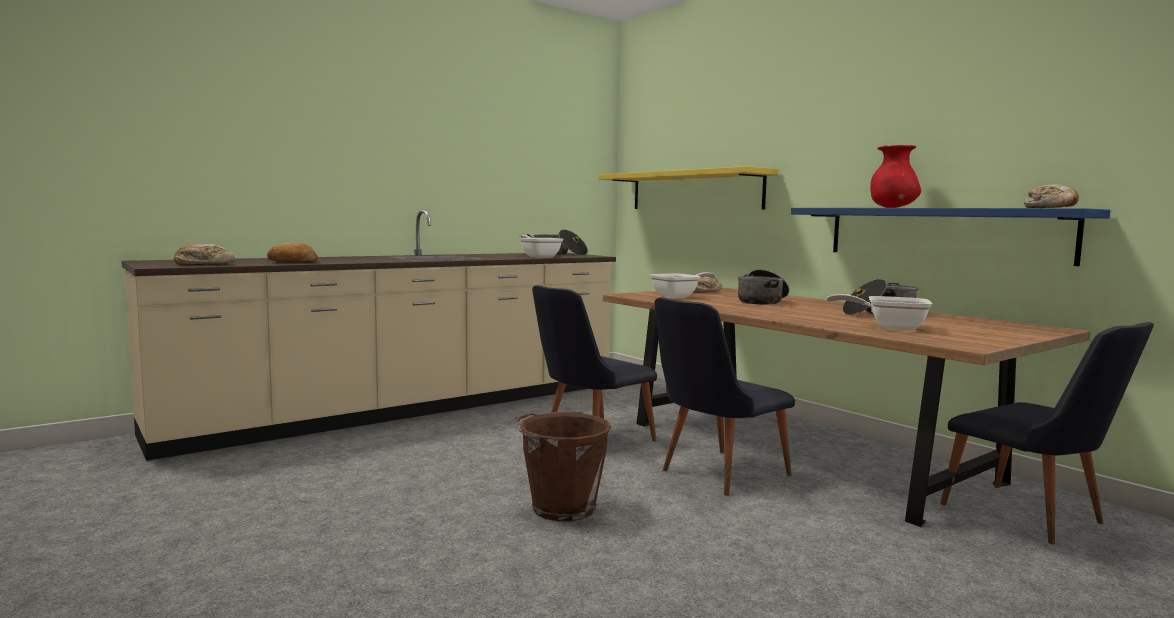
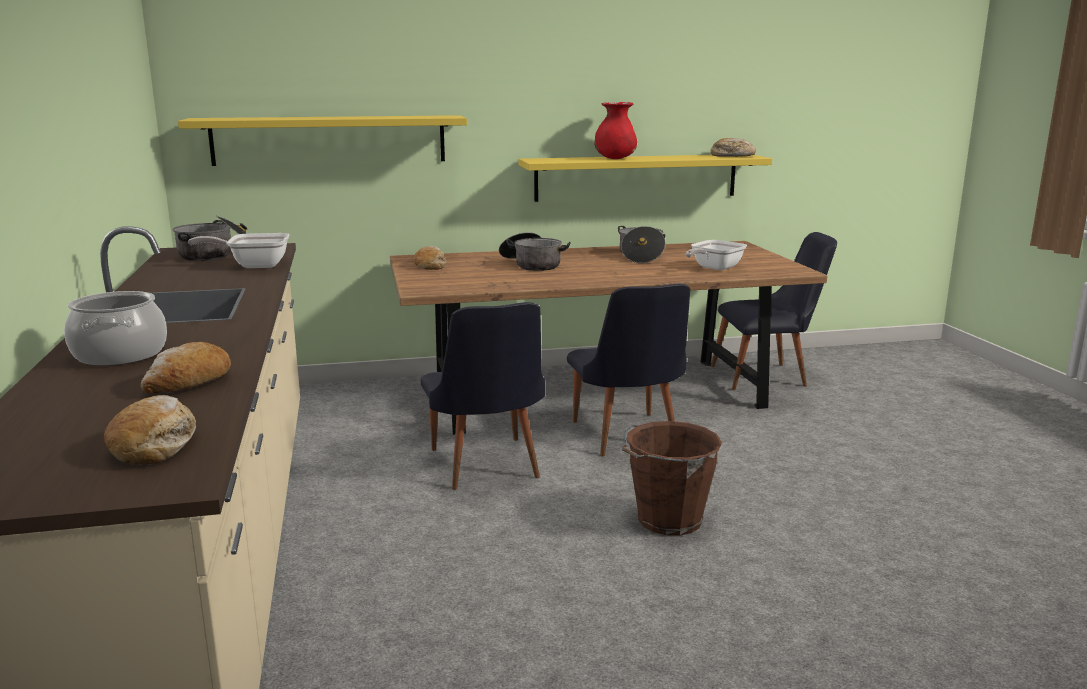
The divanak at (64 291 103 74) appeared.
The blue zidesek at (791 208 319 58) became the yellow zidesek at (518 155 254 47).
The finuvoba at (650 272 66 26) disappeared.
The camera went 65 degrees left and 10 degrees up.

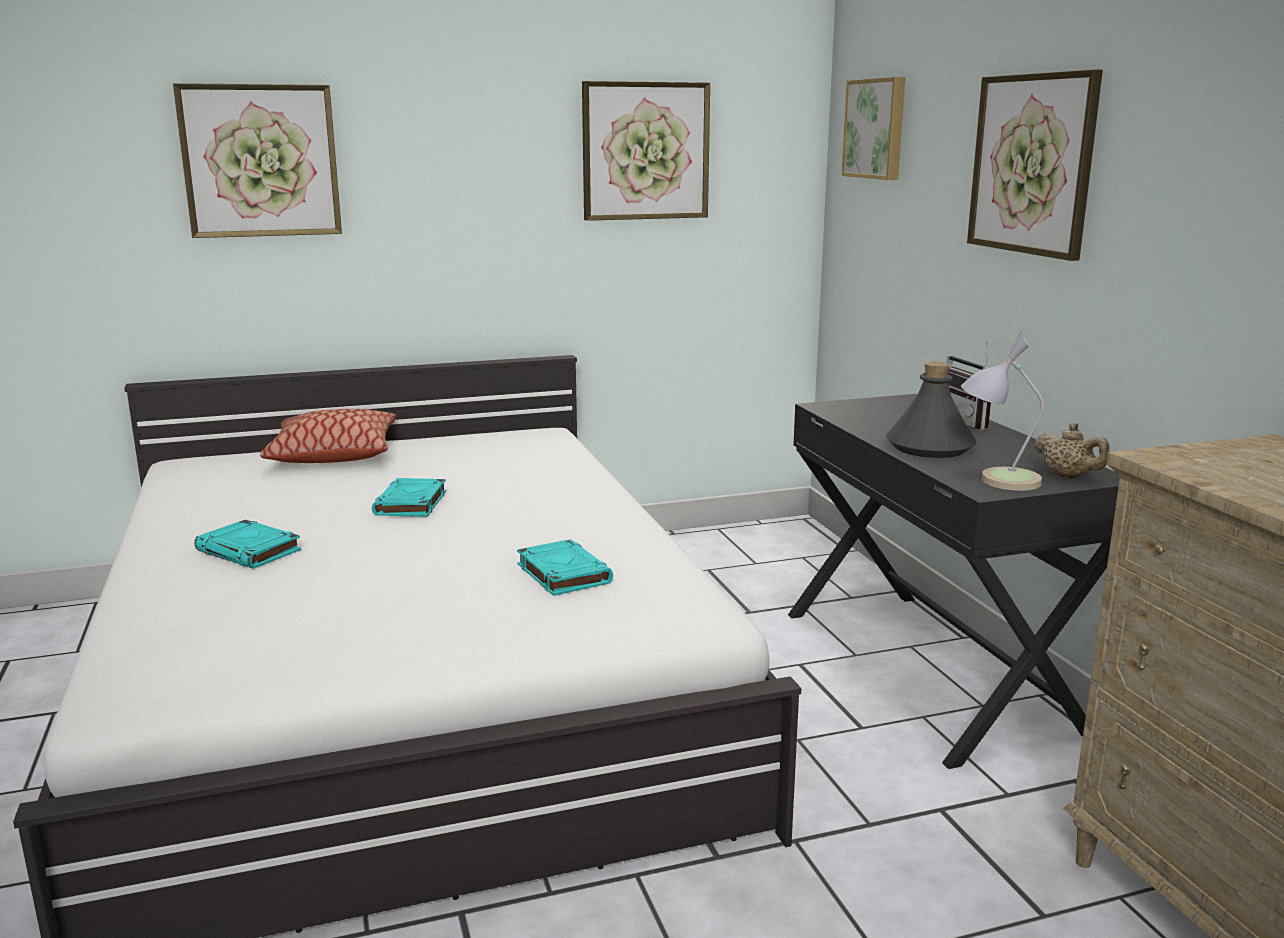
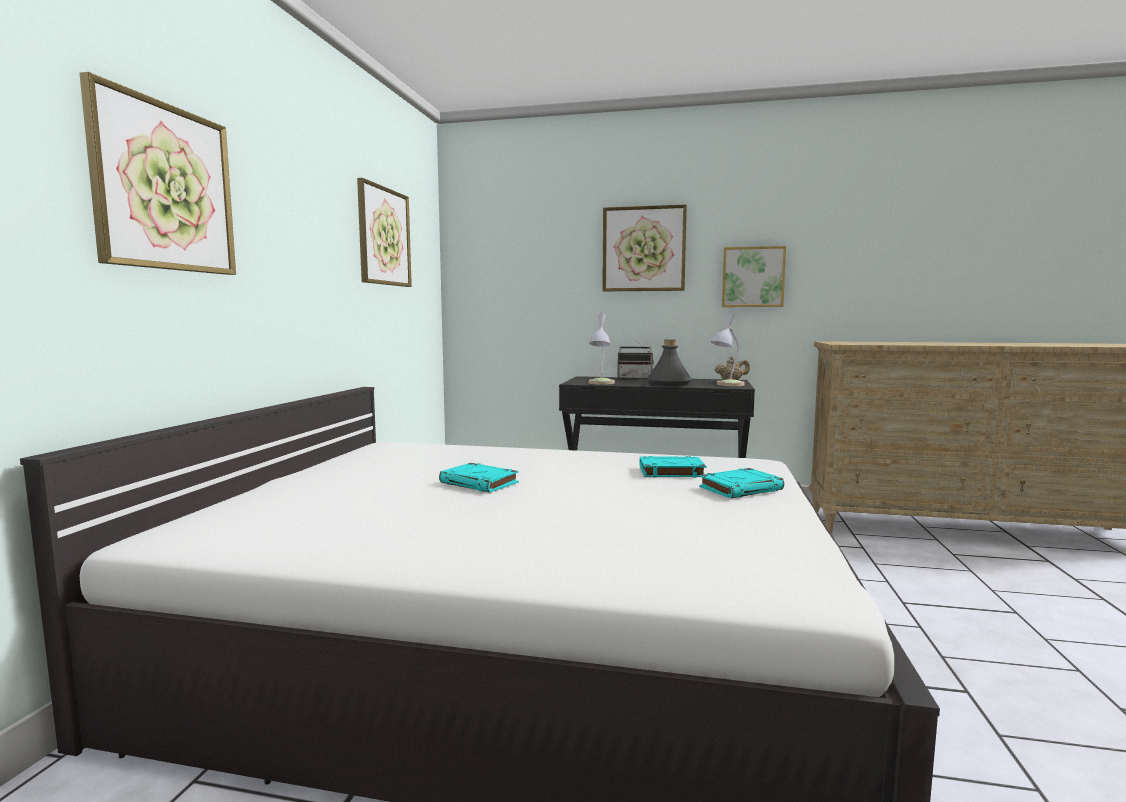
The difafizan at (588 313 27 72) appeared.
The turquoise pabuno moved from (194 519 107 50) to (699 468 85 30).
The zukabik moved from (842 77 63 103) to (722 246 64 61).
The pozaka at (260 409 136 54) disappeared.
The camera went 60 degrees left and 10 degrees down.

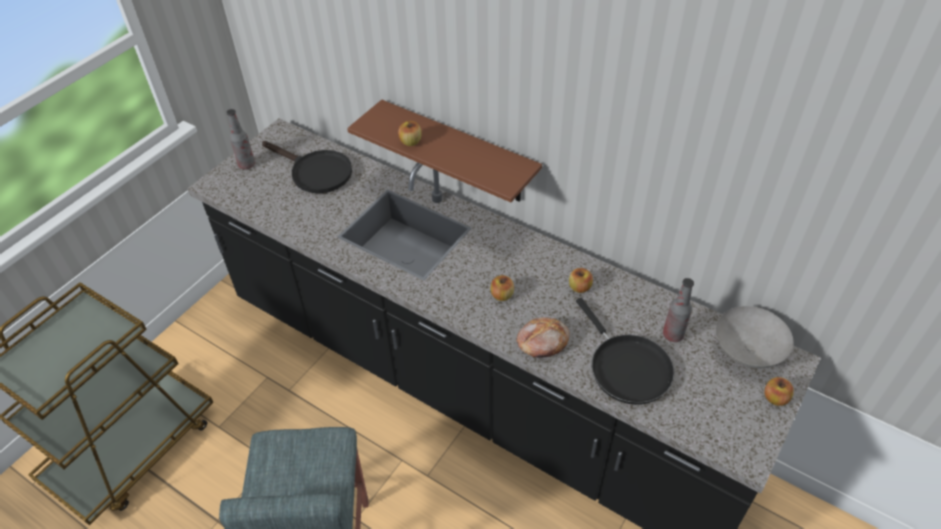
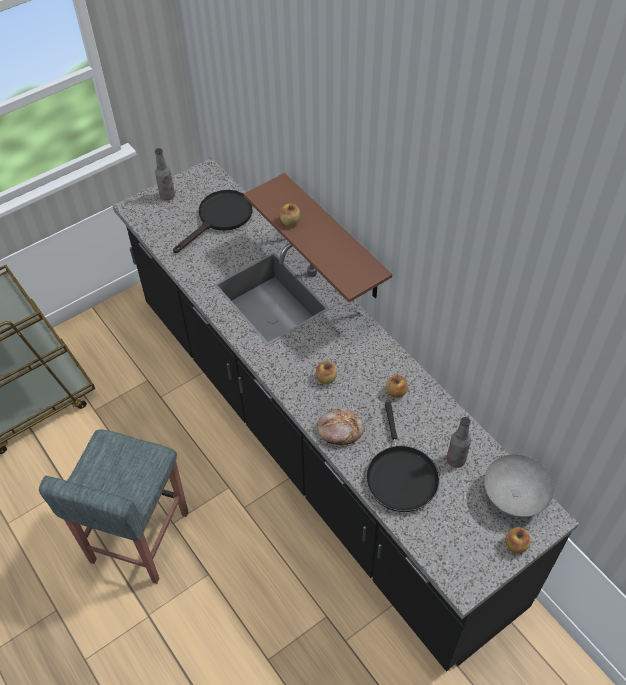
The black finuvoba at (262 141 90 52) turned 105 degrees counterclockwise.
The camera went 20 degrees right and 5 degrees up.

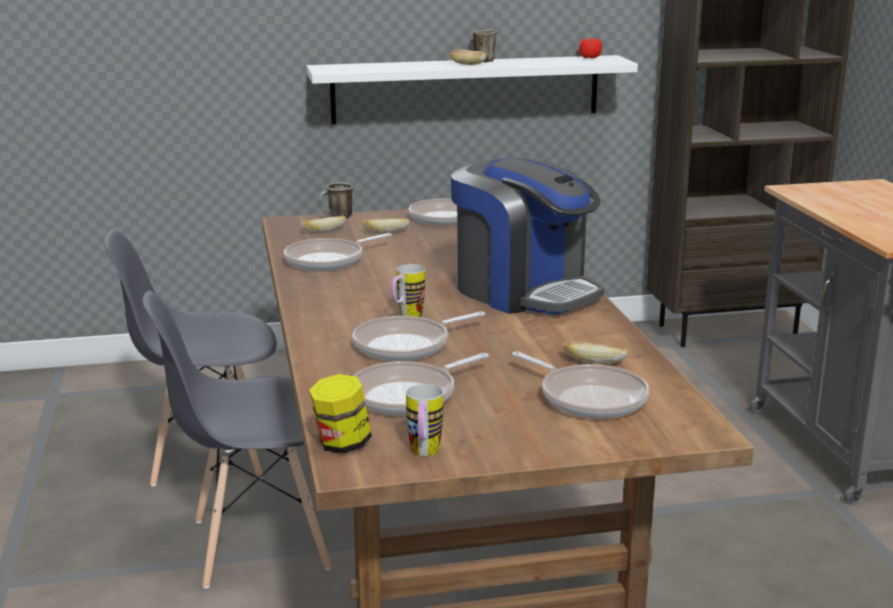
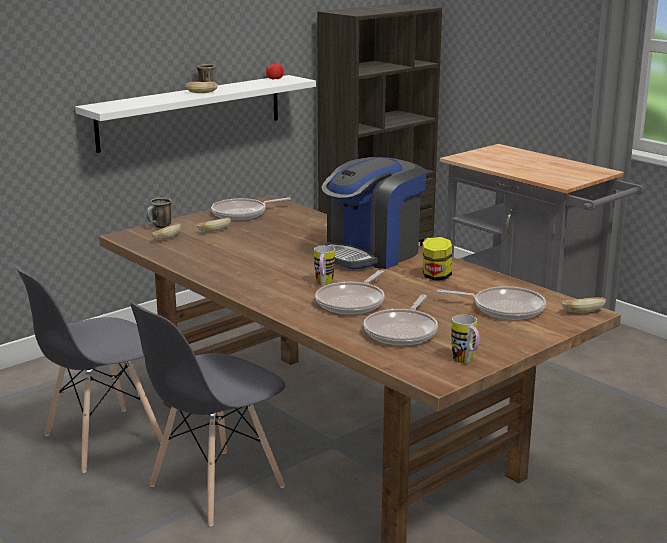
The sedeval at (451 158 154 157) turned 120 degrees clockwise.
The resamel moved from (309 374 63 80) to (423 237 29 44).
The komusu moved from (563 341 65 23) to (562 297 44 16).
The finuvoba at (284 233 107 38) disappeared.
The camera went 30 degrees left and 0 degrees up.

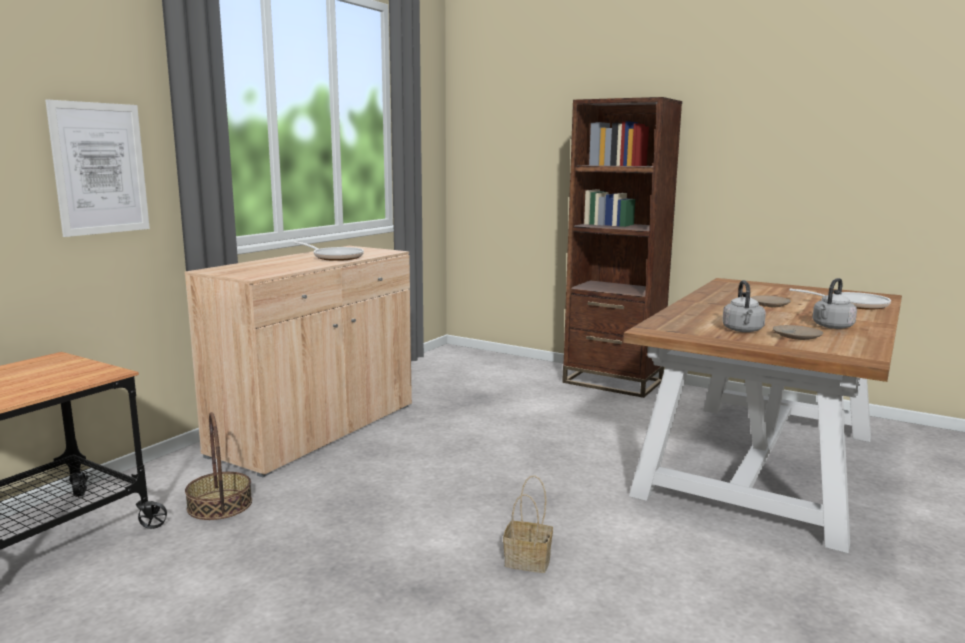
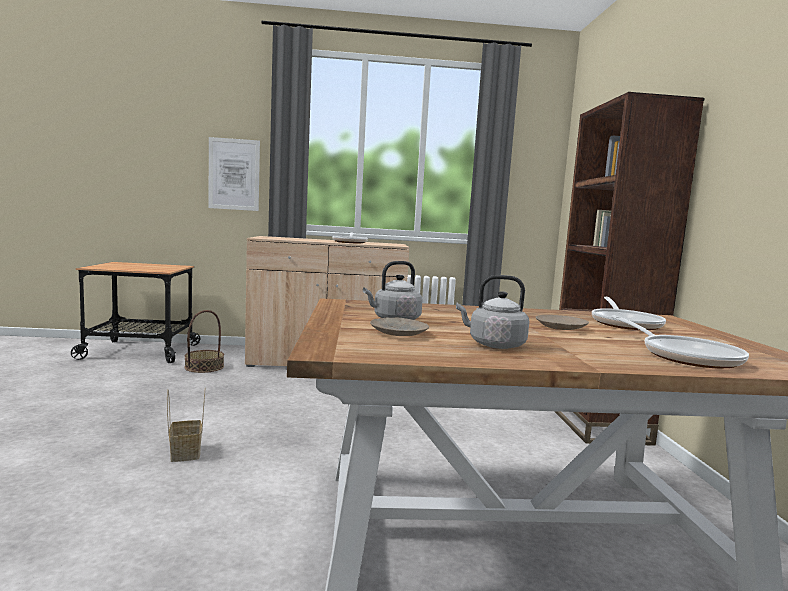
The finuvoba at (592 297 74 33) appeared.
The camera went 55 degrees right and 5 degrees down.

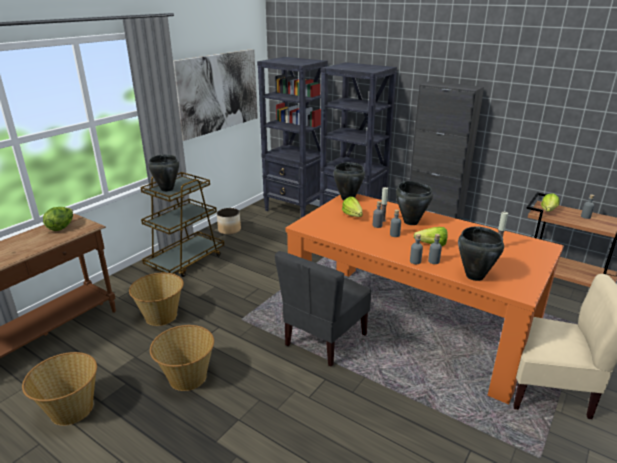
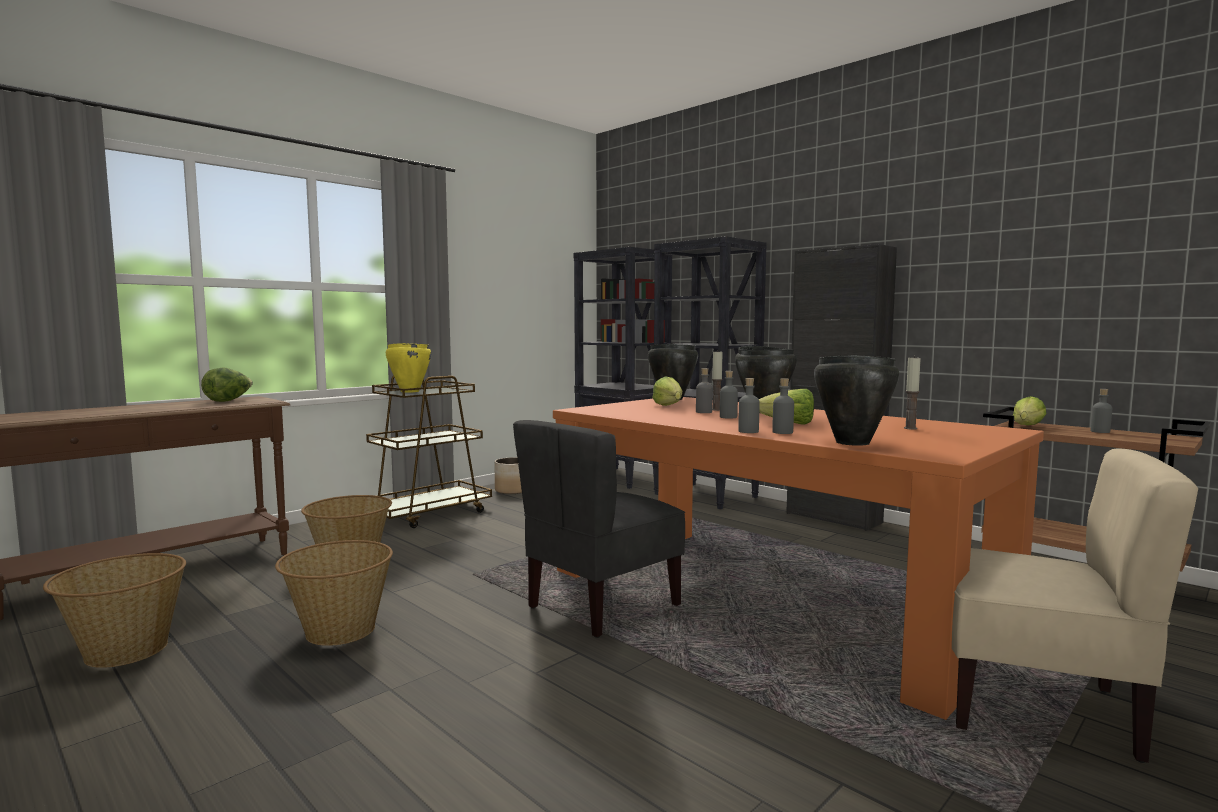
The black divanak at (148 155 31 37) became the yellow divanak at (386 343 45 50).
The zukabik at (173 49 85 92) disappeared.
The camera went 10 degrees right and 20 degrees down.

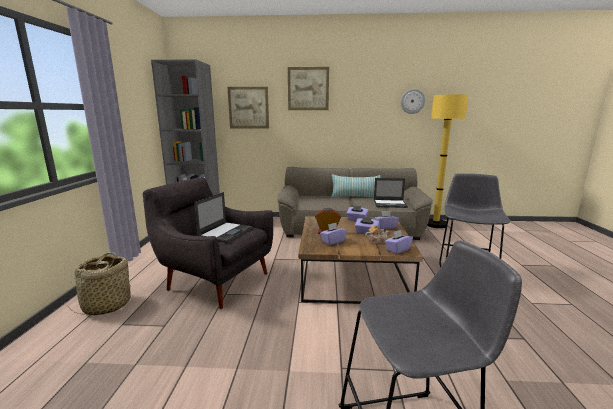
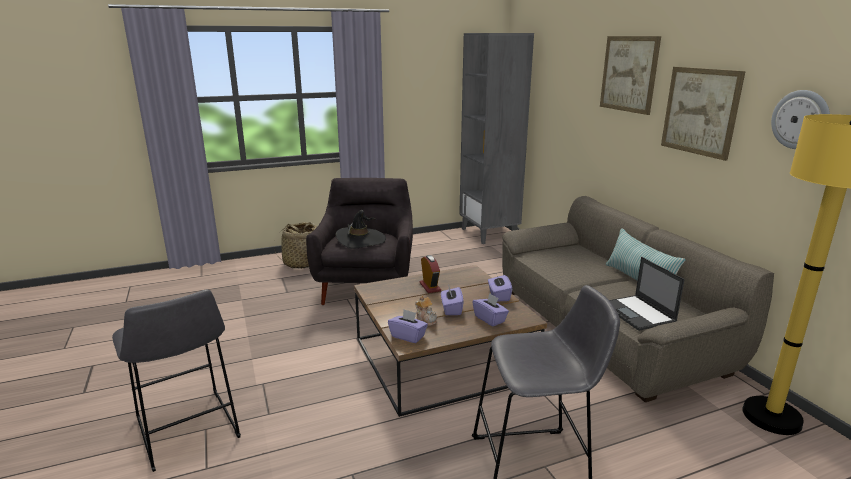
The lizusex at (194 192 58 51) was replaced by the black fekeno at (336 210 50 39).
The zukabik moved from (227 87 42 41) to (661 67 85 94).
The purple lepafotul at (320 223 27 22) disappeared.
The camera went 65 degrees right and 5 degrees up.

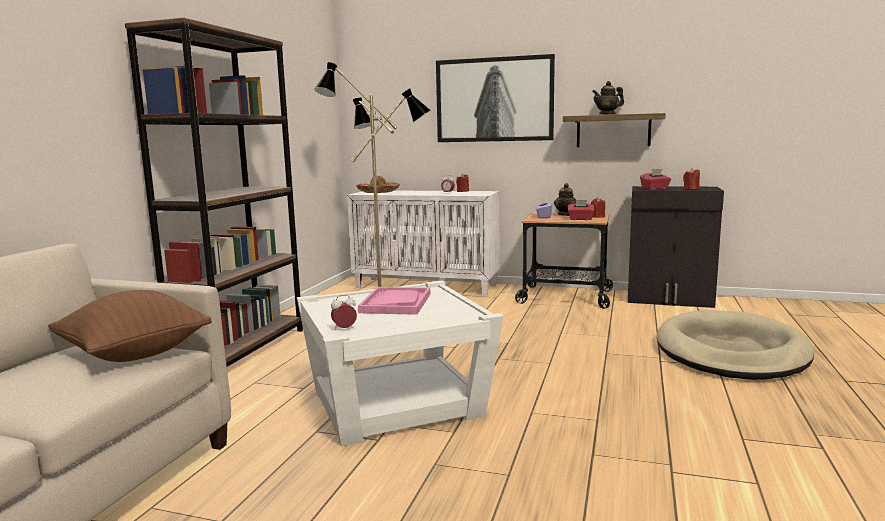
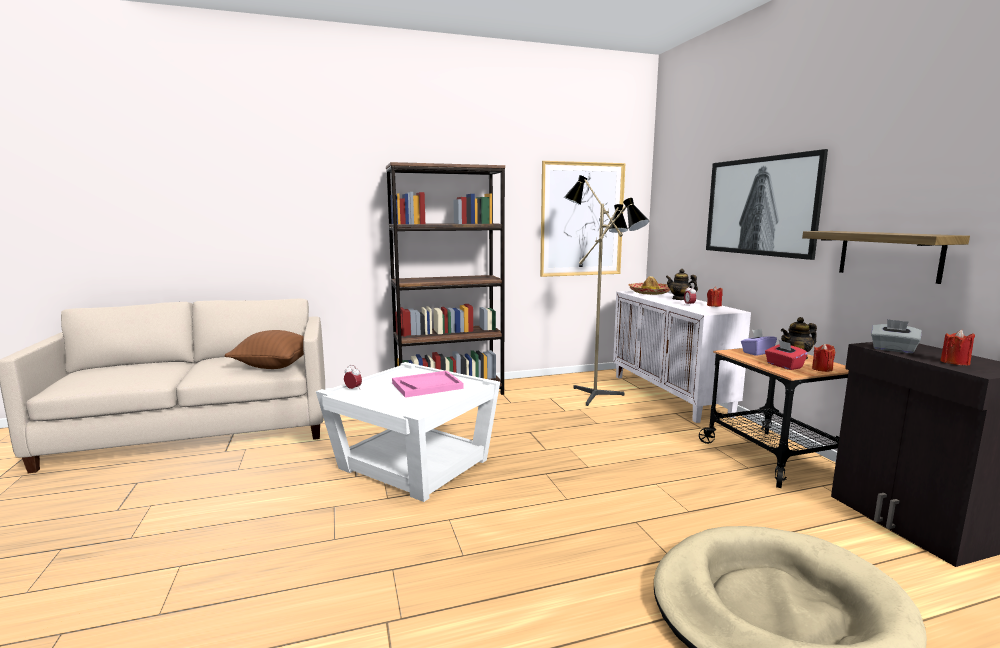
The zukabik at (540 161 85 116) appeared.
The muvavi moved from (592 81 32 34) to (666 269 32 31).
The red lepafotul at (640 169 31 21) became the grey lepafotul at (871 319 50 35).
The camera went 55 degrees right and 0 degrees up.

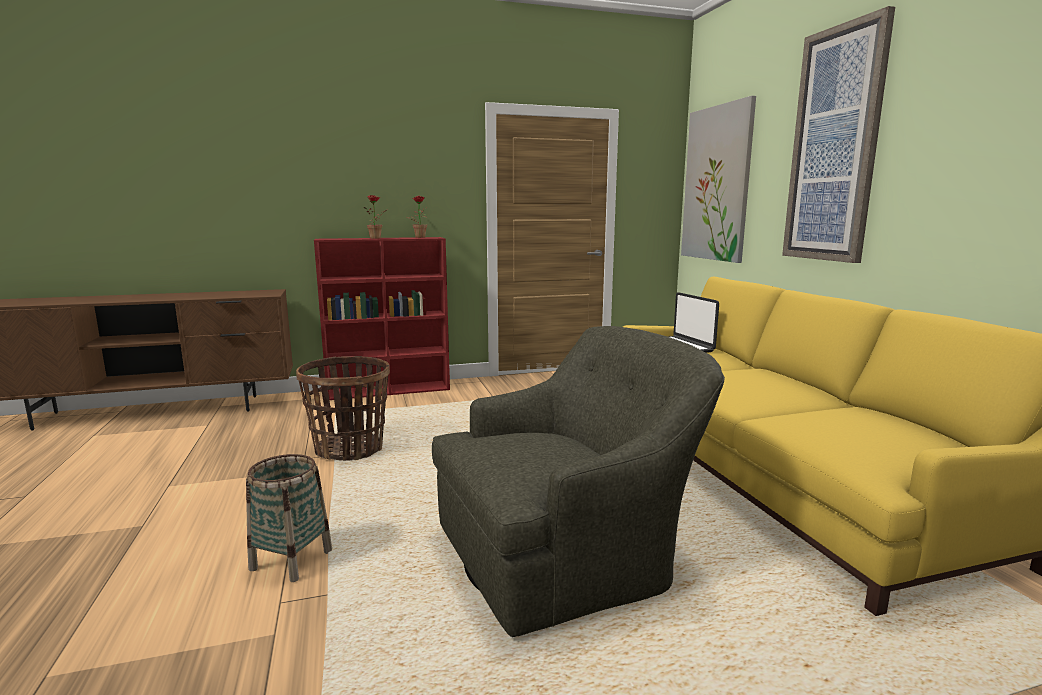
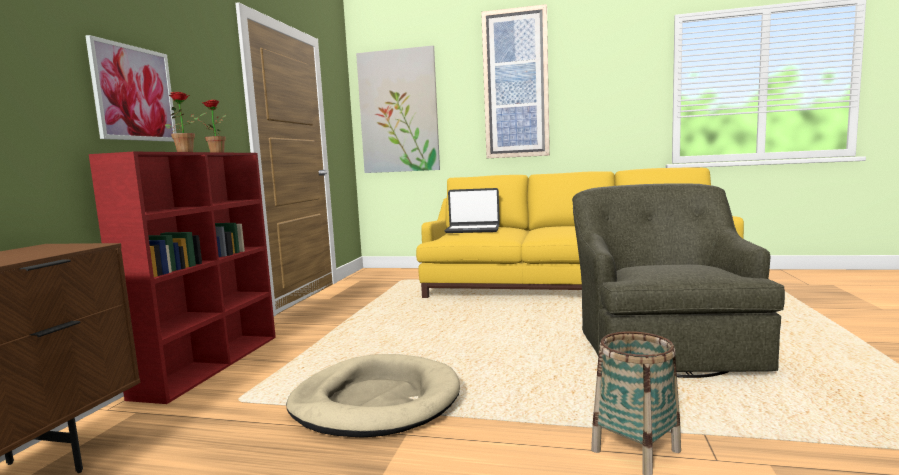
The zukabik at (85 35 91 107) appeared.
The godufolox at (296 356 94 105) was replaced by the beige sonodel at (286 354 174 83).
The camera went 60 degrees left and 5 degrees down.

